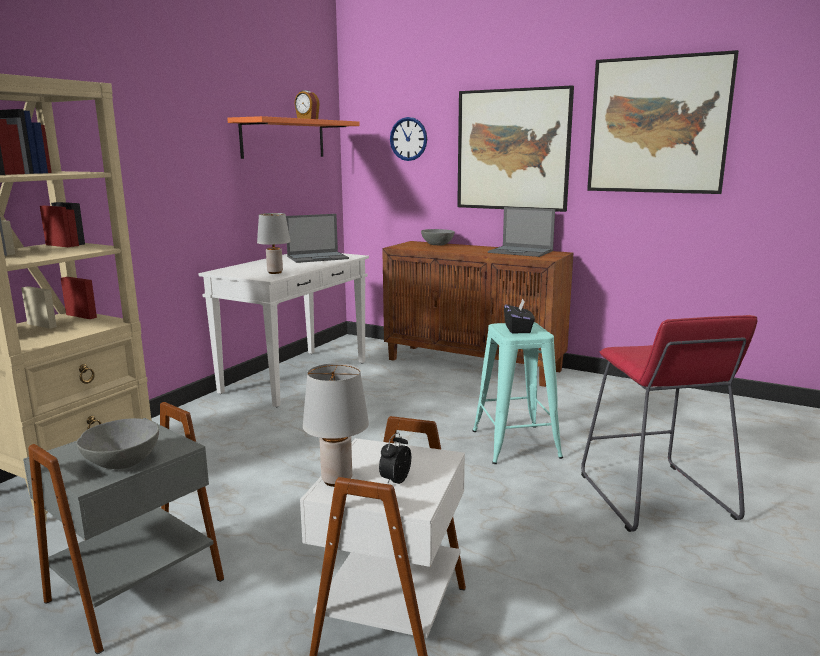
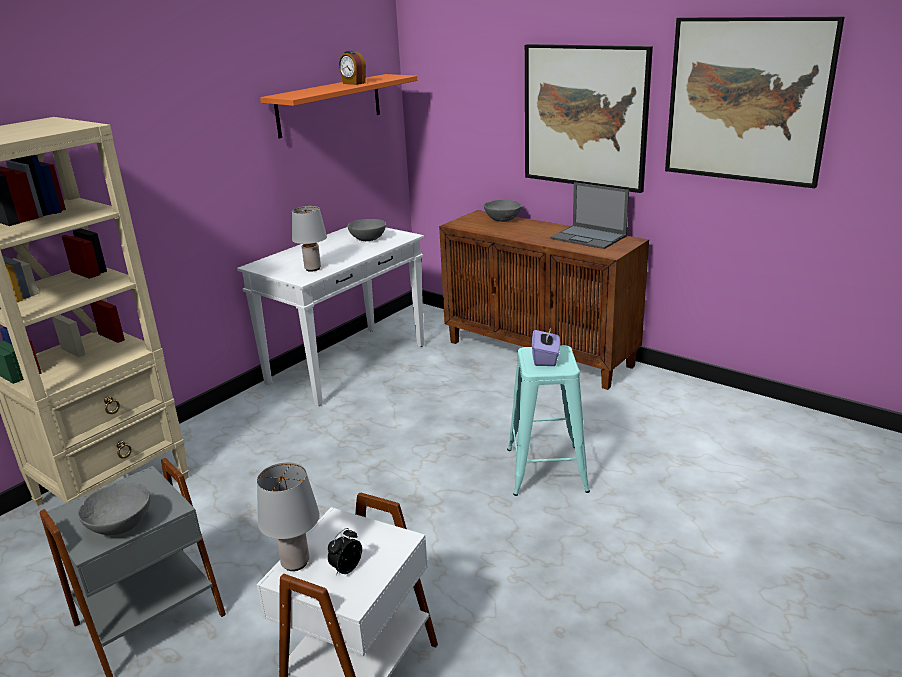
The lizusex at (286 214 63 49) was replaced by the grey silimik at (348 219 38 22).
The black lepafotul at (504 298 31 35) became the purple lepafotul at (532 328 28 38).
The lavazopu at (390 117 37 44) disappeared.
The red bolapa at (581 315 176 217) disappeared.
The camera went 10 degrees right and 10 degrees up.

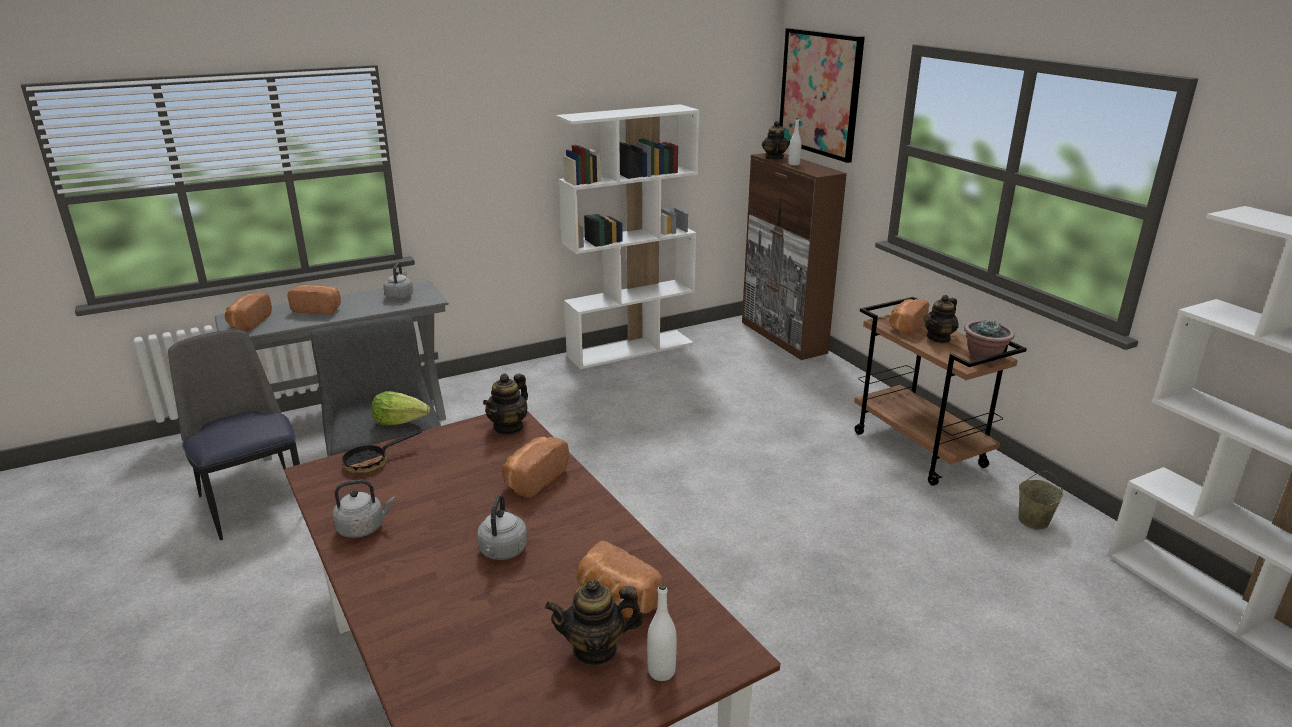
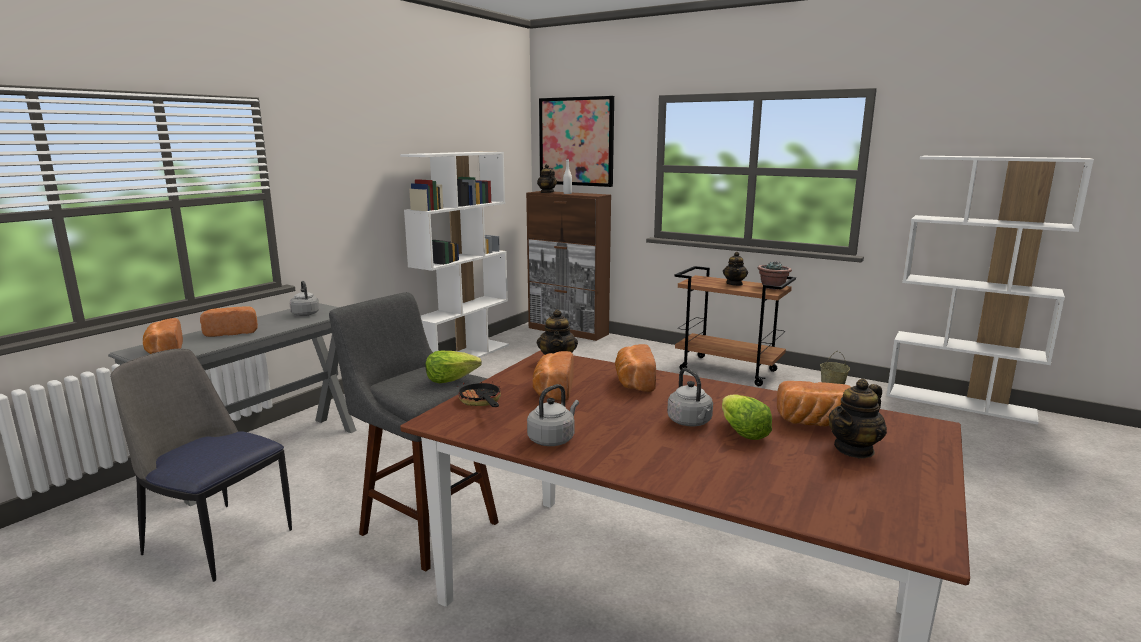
The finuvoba at (342 429 80 44) turned 135 degrees clockwise.
The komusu moved from (889 299 40 36) to (533 351 41 50).
The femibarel at (722 394 50 46) appeared.
The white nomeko at (647 584 30 97) disappeared.
The camera went 30 degrees left and 10 degrees down.

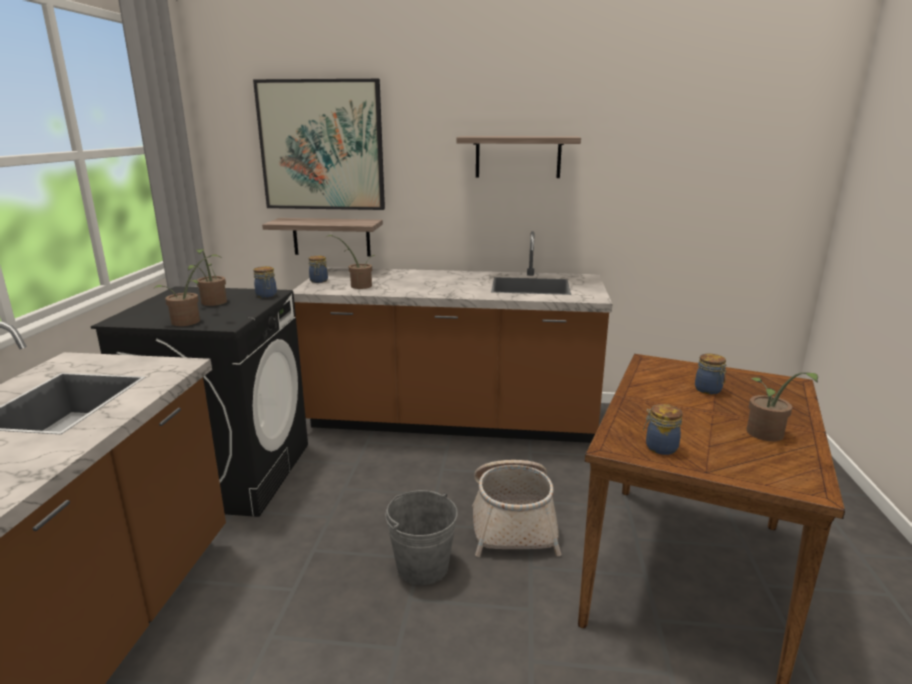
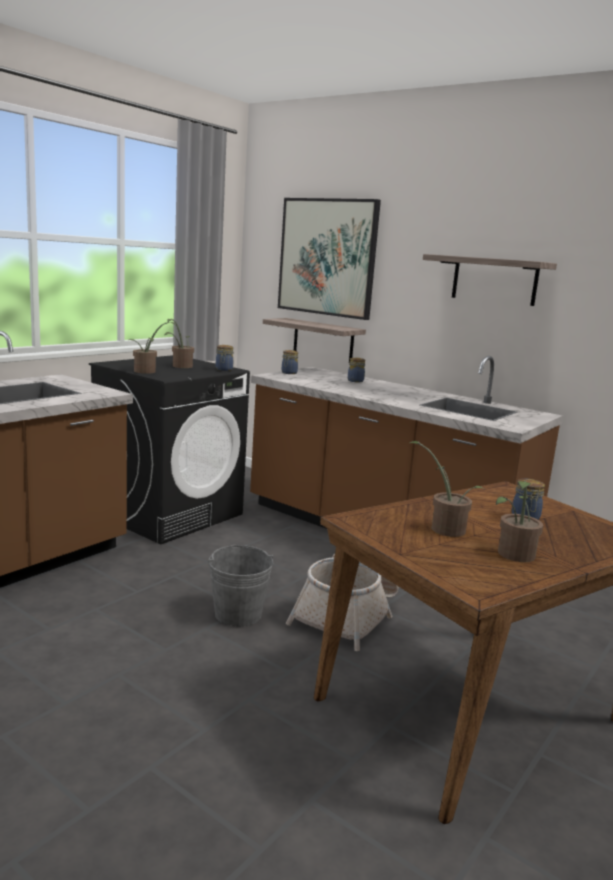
The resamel moved from (643 404 39 51) to (348 358 17 25).
The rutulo moved from (326 235 50 54) to (410 441 74 96).
The camera went 30 degrees right and 5 degrees down.

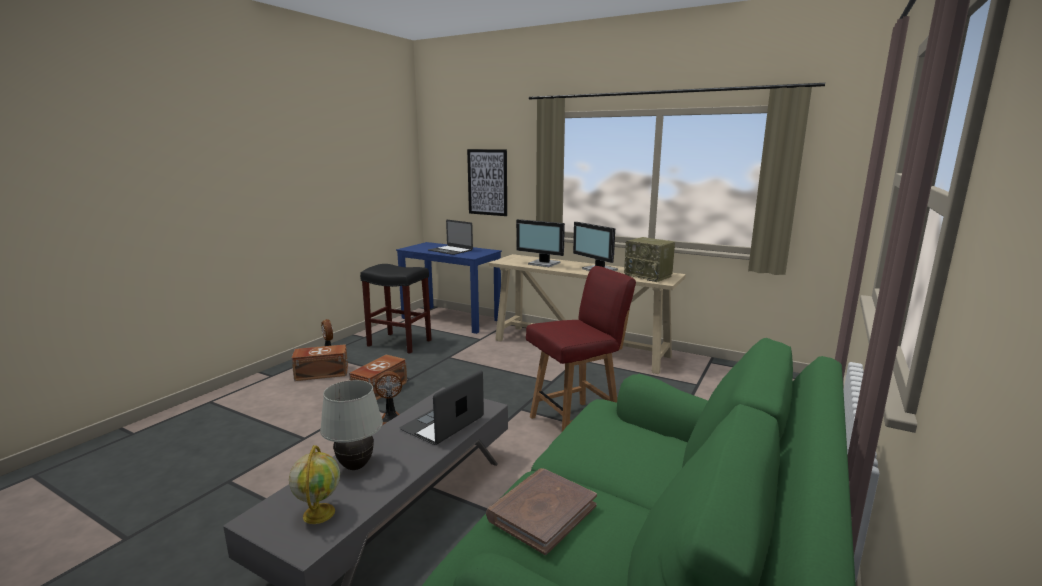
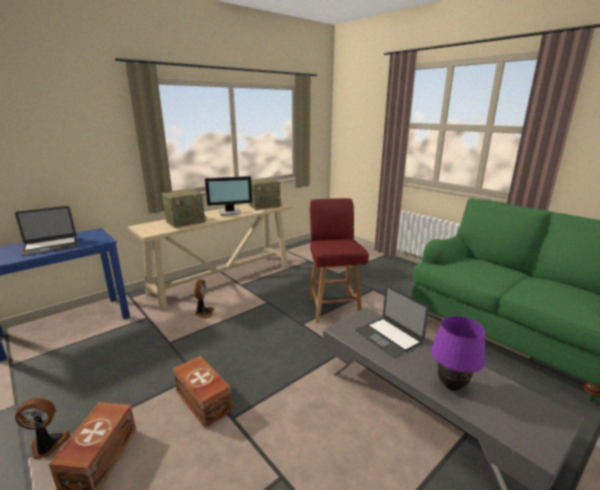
The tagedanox at (516 219 49 48) was replaced by the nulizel at (162 189 45 39).
The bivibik moved from (375 371 27 54) to (194 279 21 40).
The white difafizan at (320 380 63 90) became the purple difafizan at (431 316 55 75).
The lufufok at (289 445 51 79) disappeared.
The black bolapa at (360 264 72 90) disappeared.
The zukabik at (467 149 40 67) disappeared.
The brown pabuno at (486 468 111 87) disappeared.
The camera went 70 degrees left and 5 degrees up.

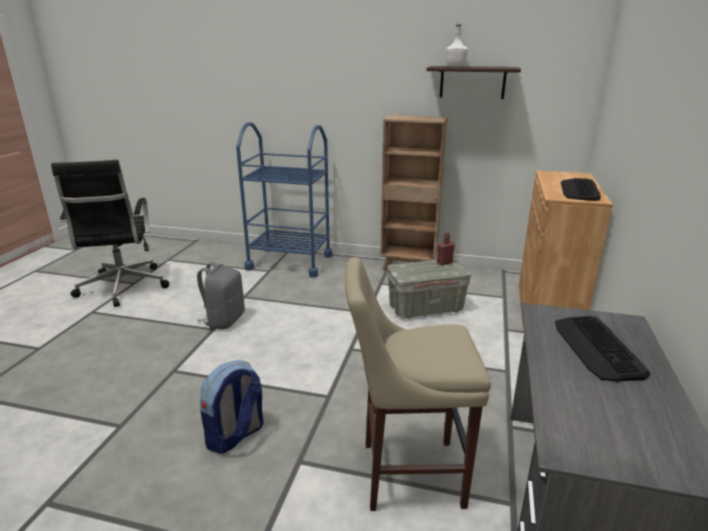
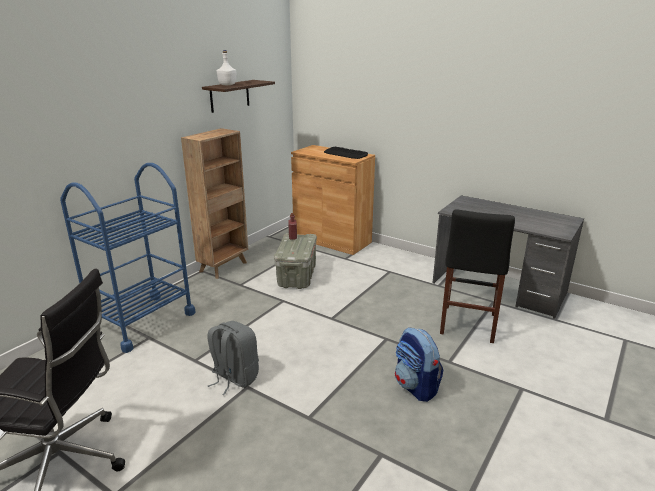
The beige bolapa at (345 257 146 254) became the black bolapa at (440 209 75 134).
The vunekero at (555 316 96 66) disappeared.
The camera went 70 degrees left and 0 degrees up.

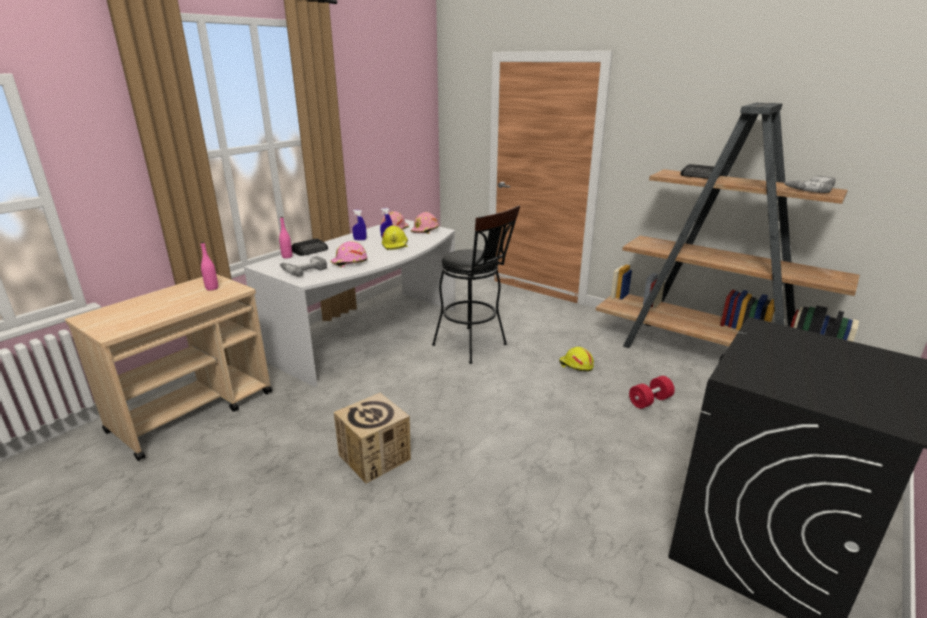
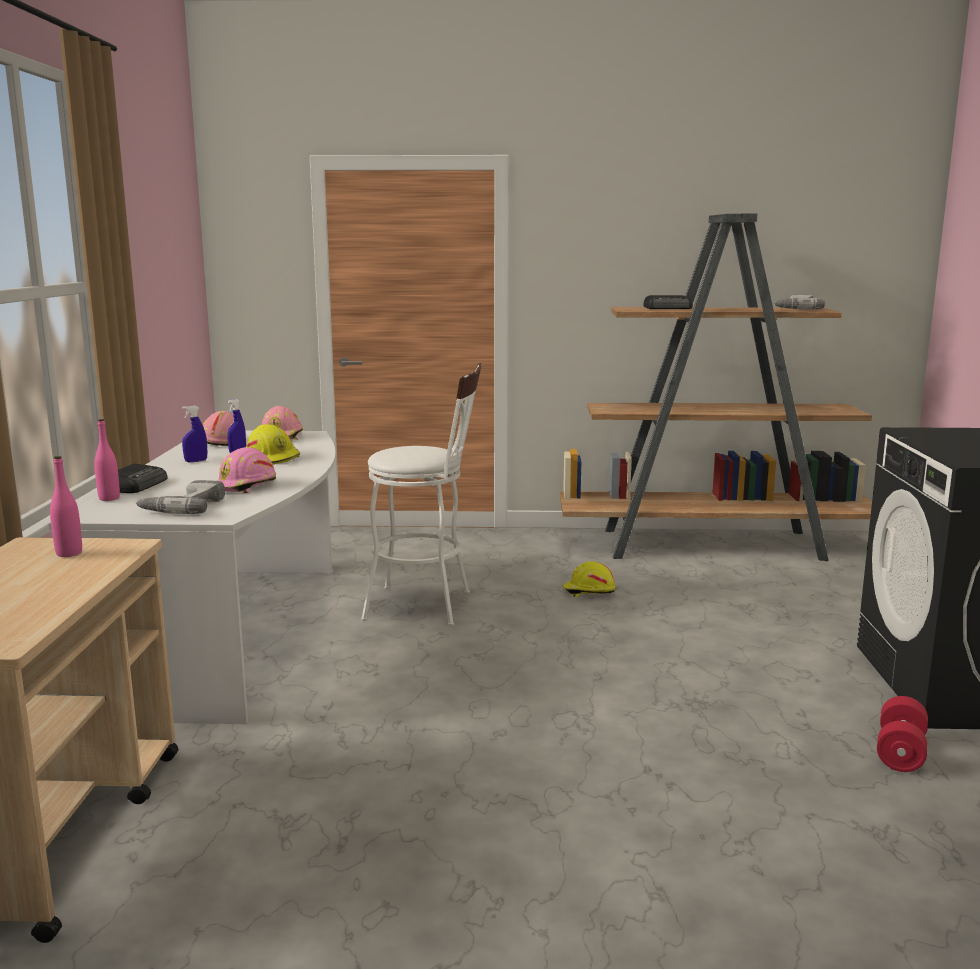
The black bolapa at (432 206 88 158) became the white bolapa at (361 363 121 263).
The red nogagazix moved from (629 376 46 33) to (877 696 51 76).
The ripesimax at (334 393 77 91) disappeared.
The camera went 35 degrees left and 10 degrees down.

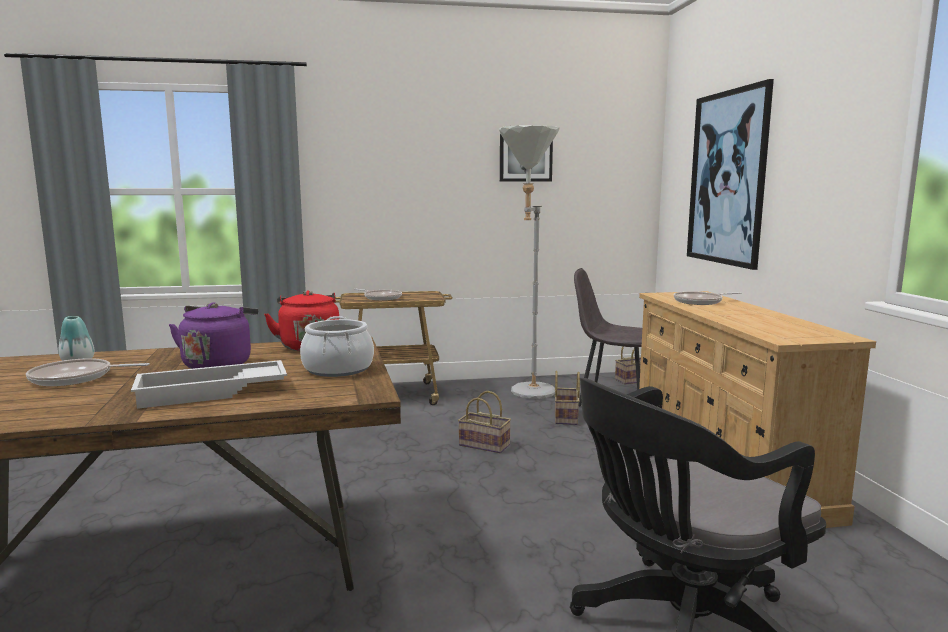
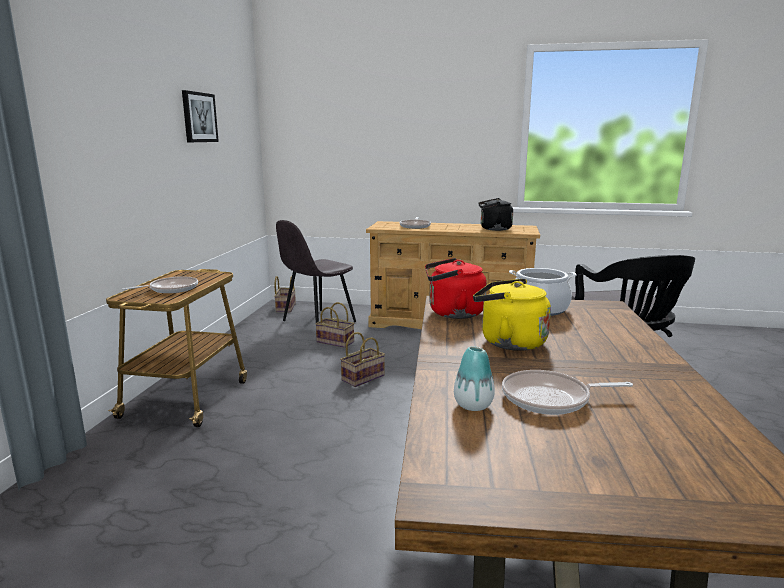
The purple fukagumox at (169 302 89 67) became the yellow fukagumox at (473 279 78 72).
The black fukagumox at (478 198 35 33) appeared.
The finuvoba at (26 358 124 28) turned 75 degrees clockwise.
The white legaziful at (131 360 156 49) disappeared.
The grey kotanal at (499 125 60 274) disappeared.
The zukabik at (687 79 87 191) disappeared.
The camera went 70 degrees left and 5 degrees up.

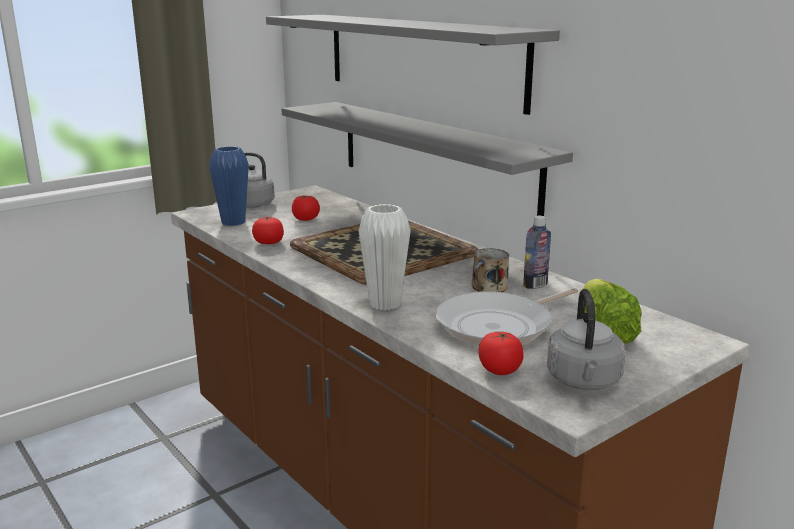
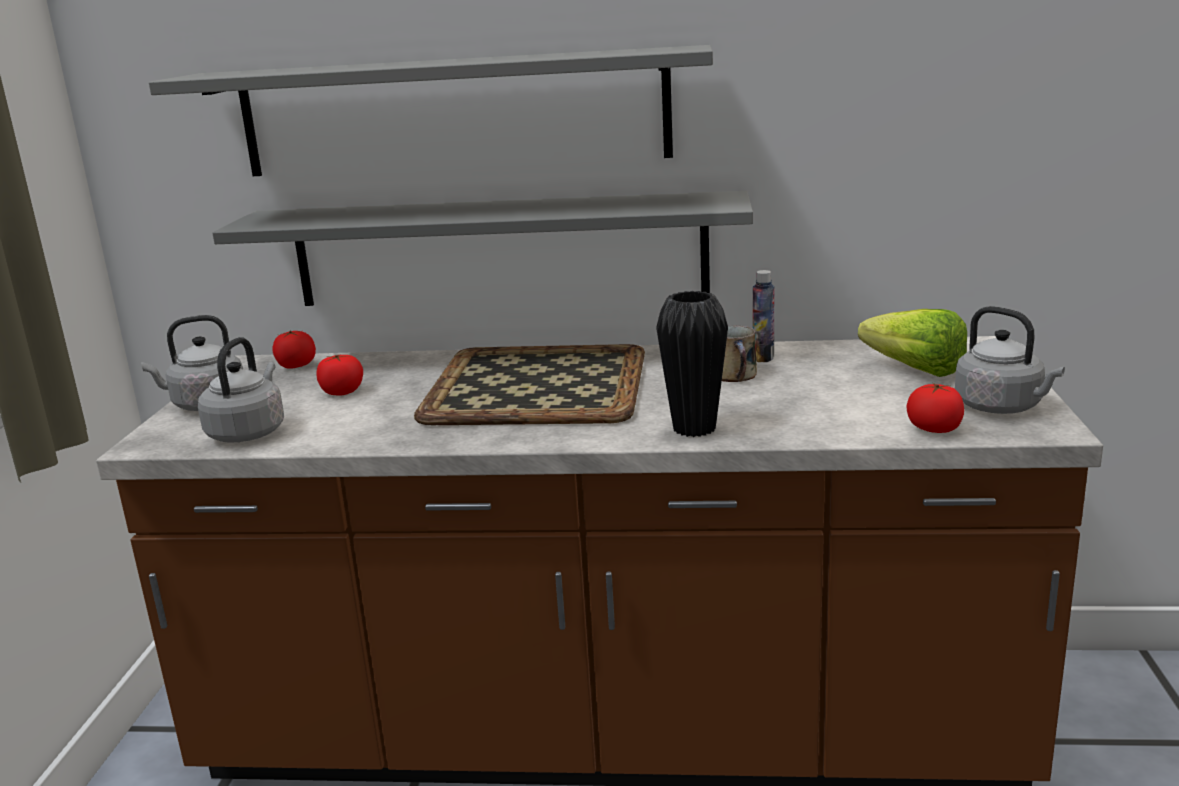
The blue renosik at (209 146 40 80) was replaced by the grey fukagumox at (198 337 86 106).
The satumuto moved from (252 217 32 27) to (272 330 44 39).
The white renosik at (359 204 52 107) became the black renosik at (656 291 72 146).
The finuvoba at (436 288 142 58) disappeared.
The camera went 45 degrees left and 0 degrees up.

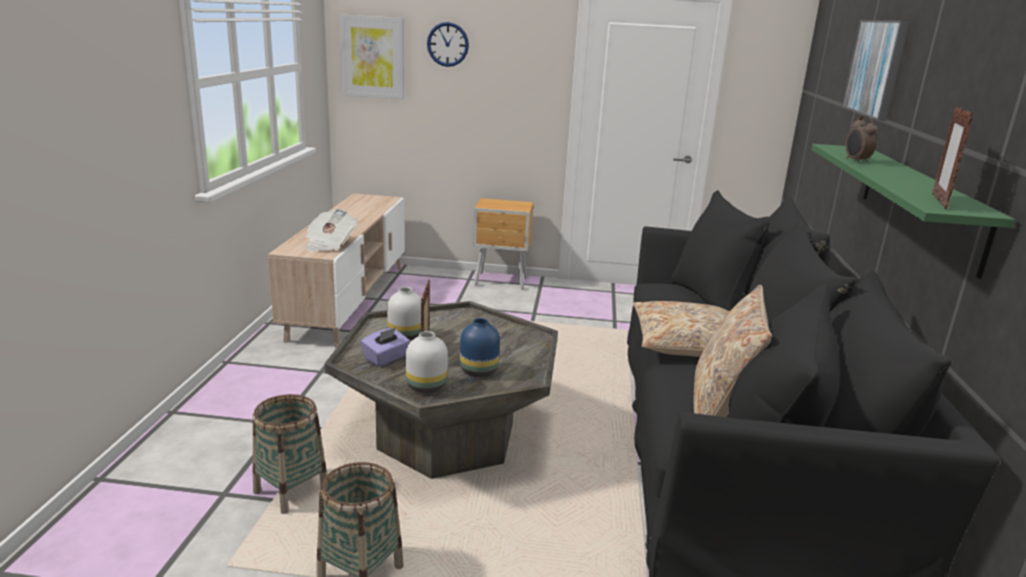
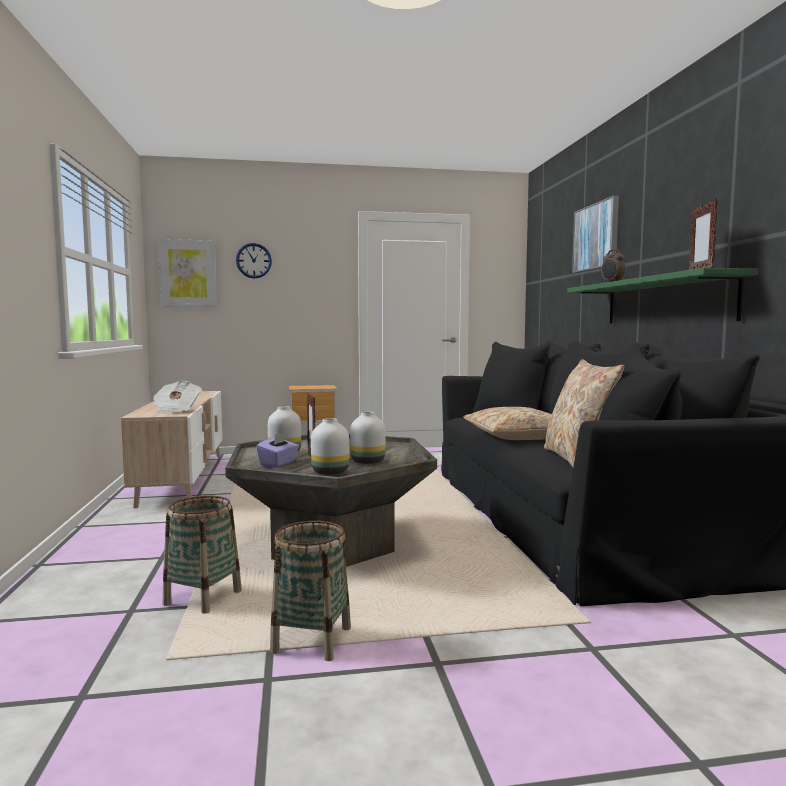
The blue renosik at (460 318 40 59) became the white renosik at (350 412 36 52).
The camera went 15 degrees left and 15 degrees down.

